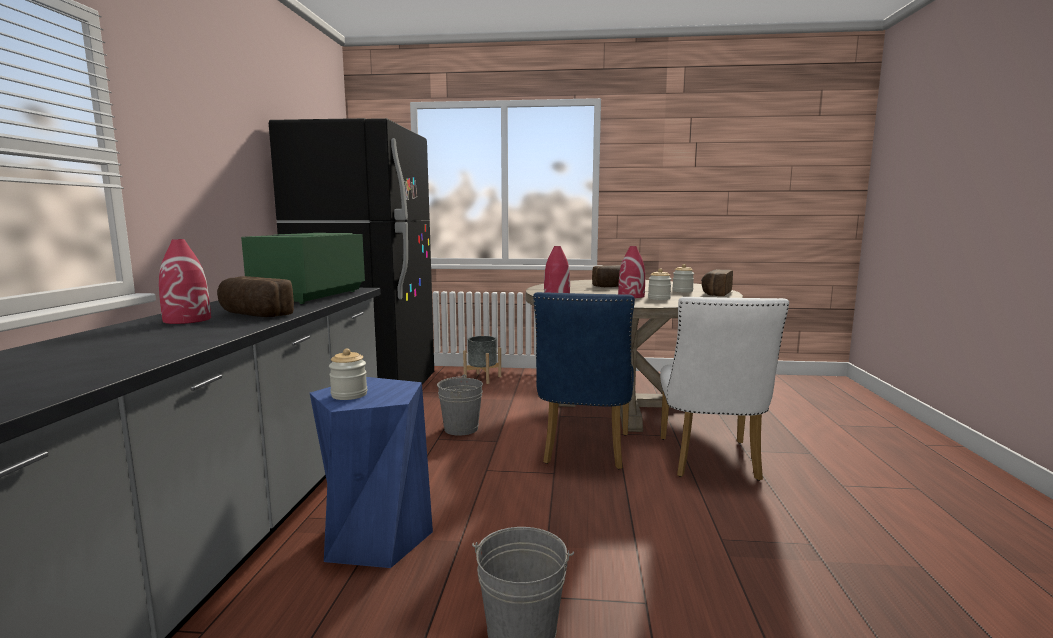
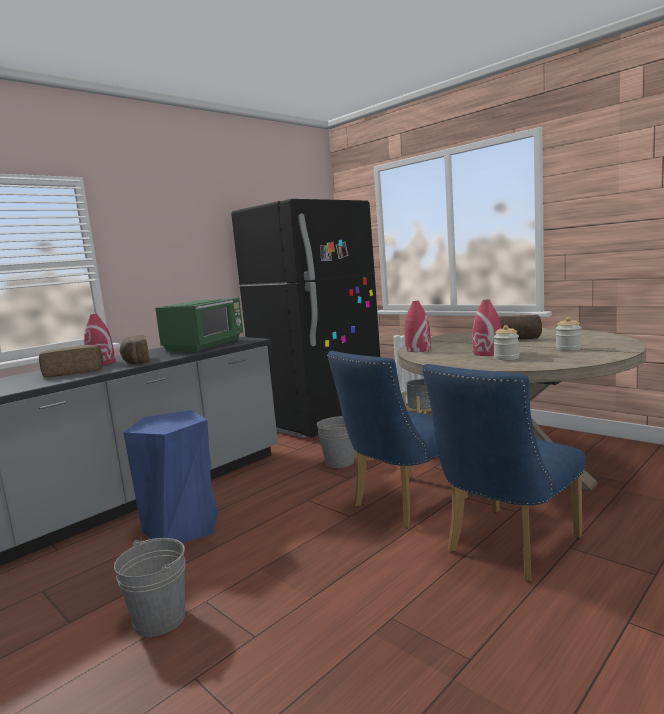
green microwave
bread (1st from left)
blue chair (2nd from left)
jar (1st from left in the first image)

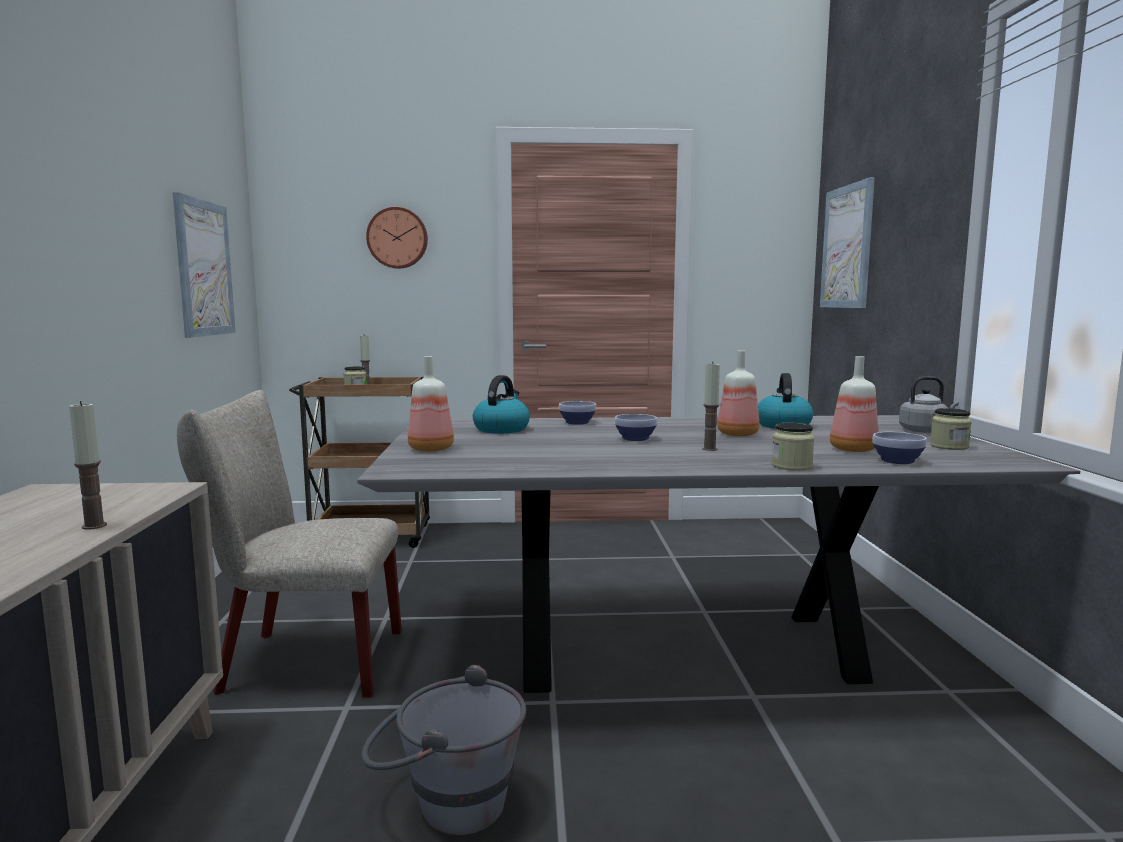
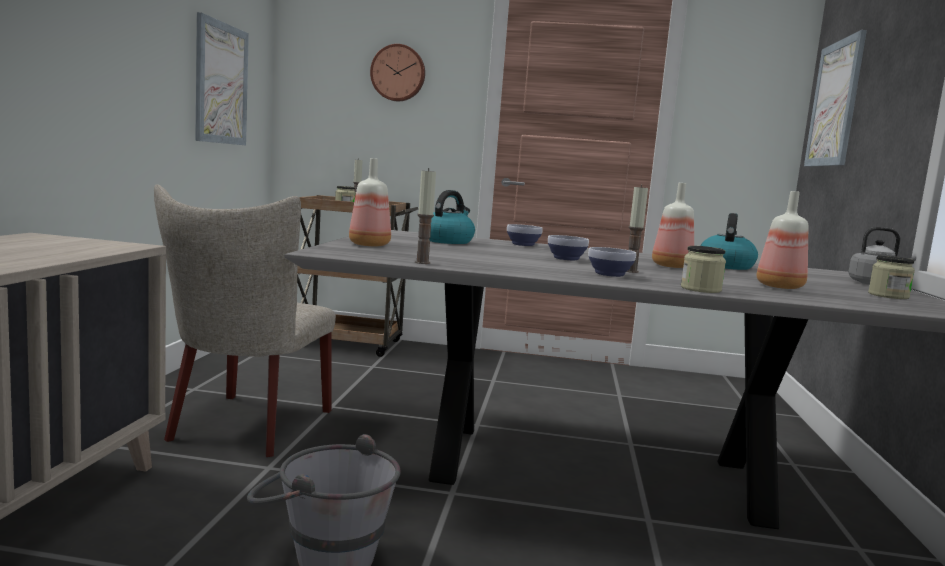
beige chair
candle (2nd from left)
bowl (3rd from left)

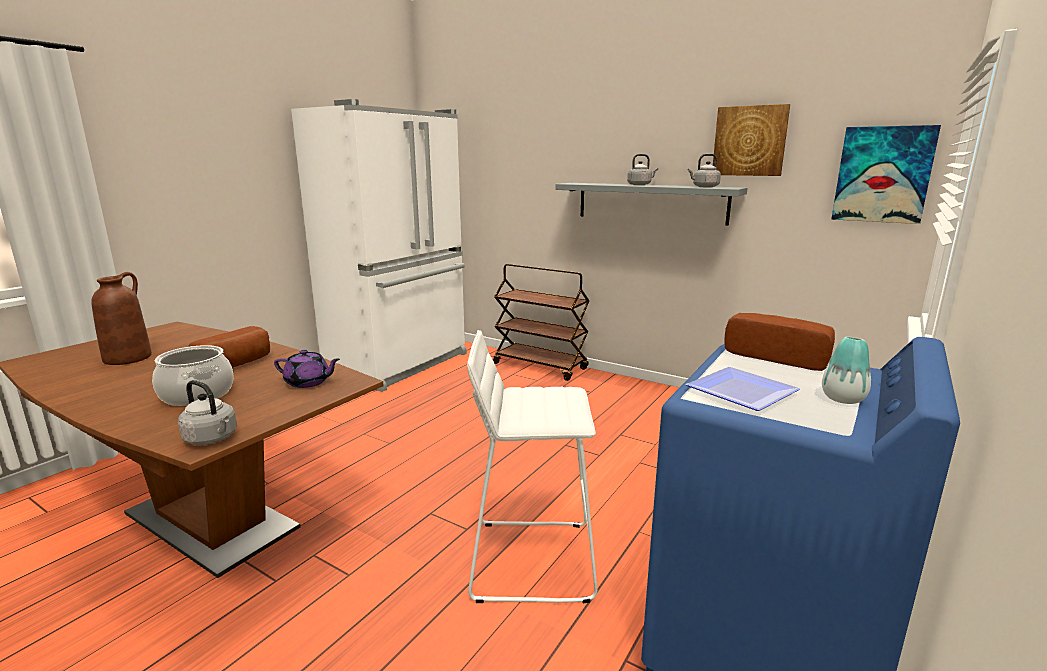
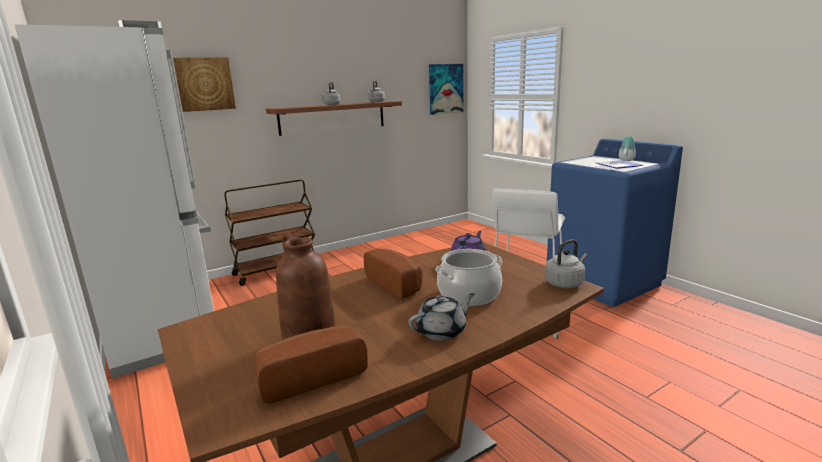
picture (1st from left)
brown shelf
bread (1st from left)
grey teapot

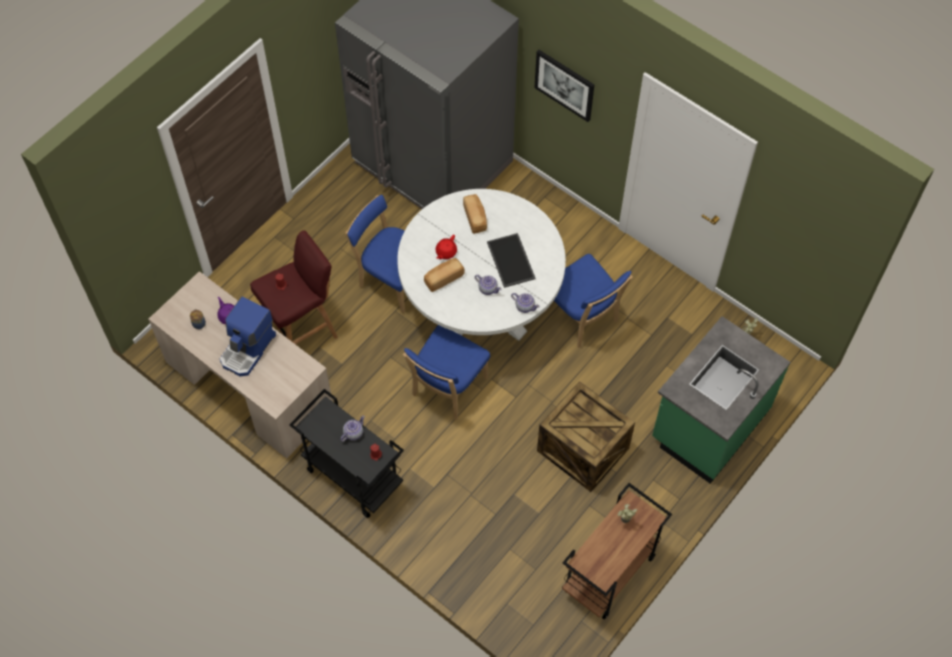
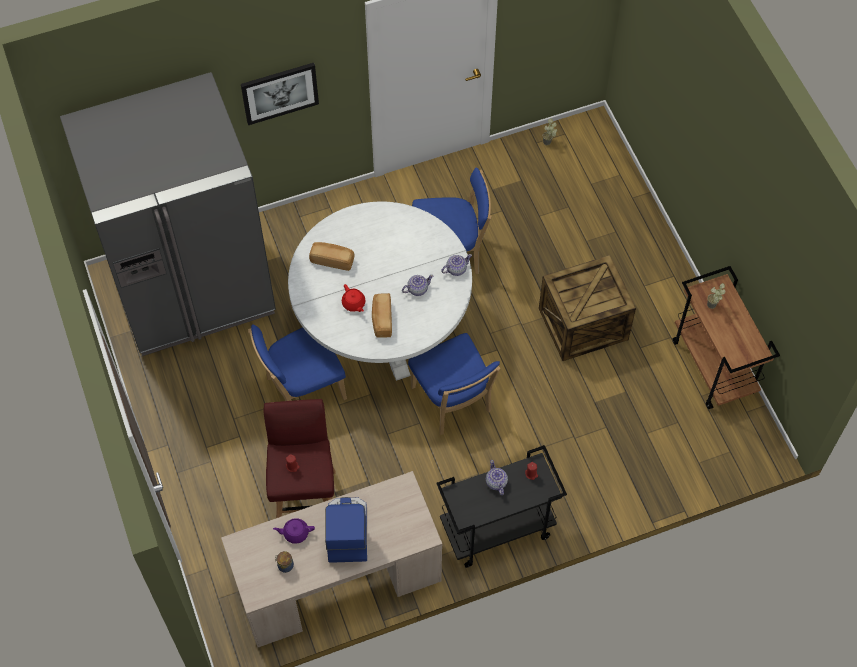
tray
coffee machine
green counter

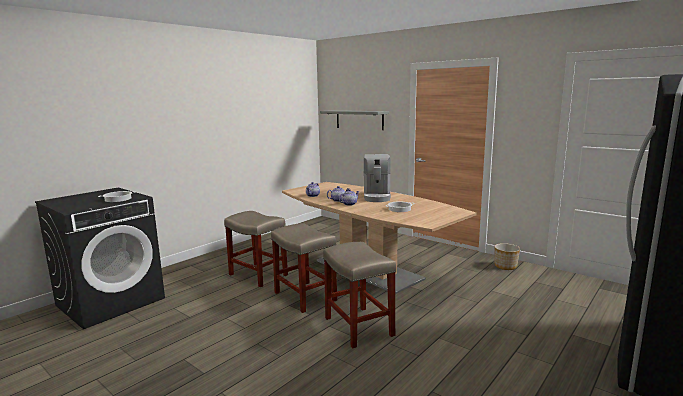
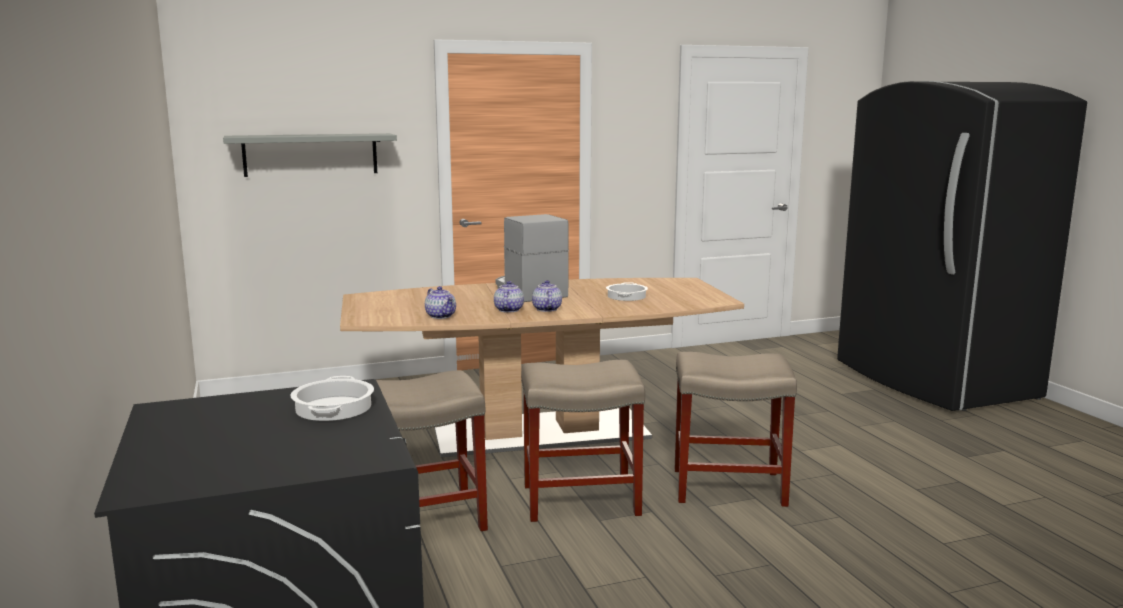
coffee machine
planter

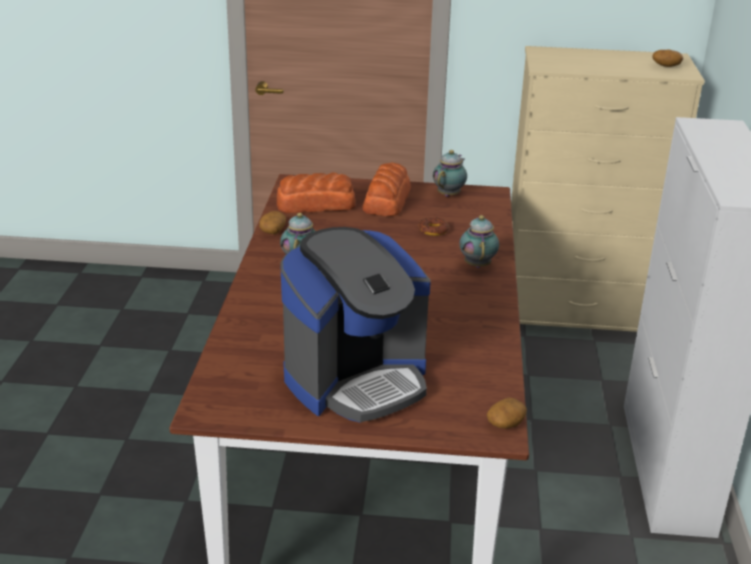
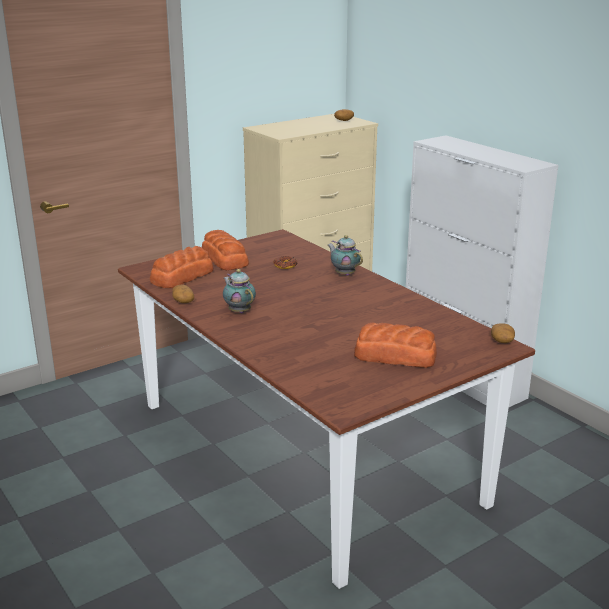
teapot (2nd from left in the first image)
bread (3rd from left)

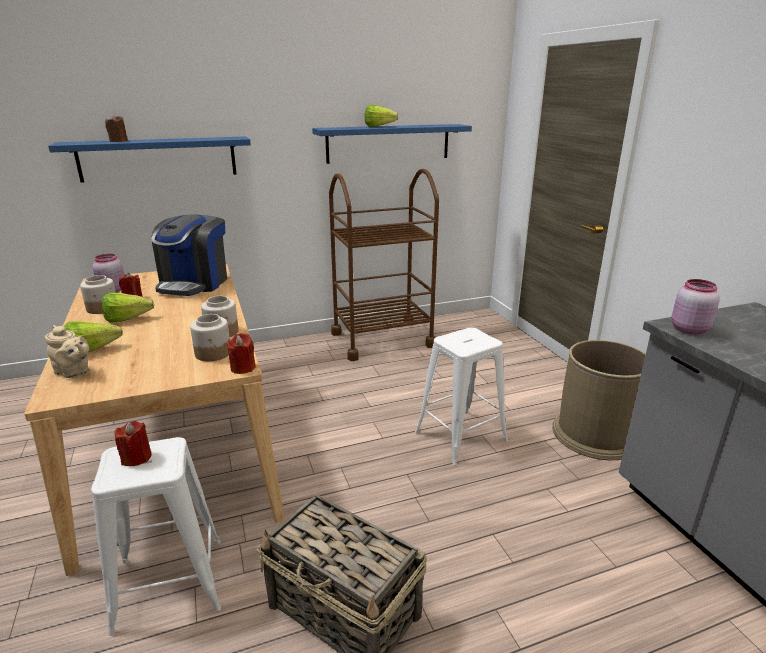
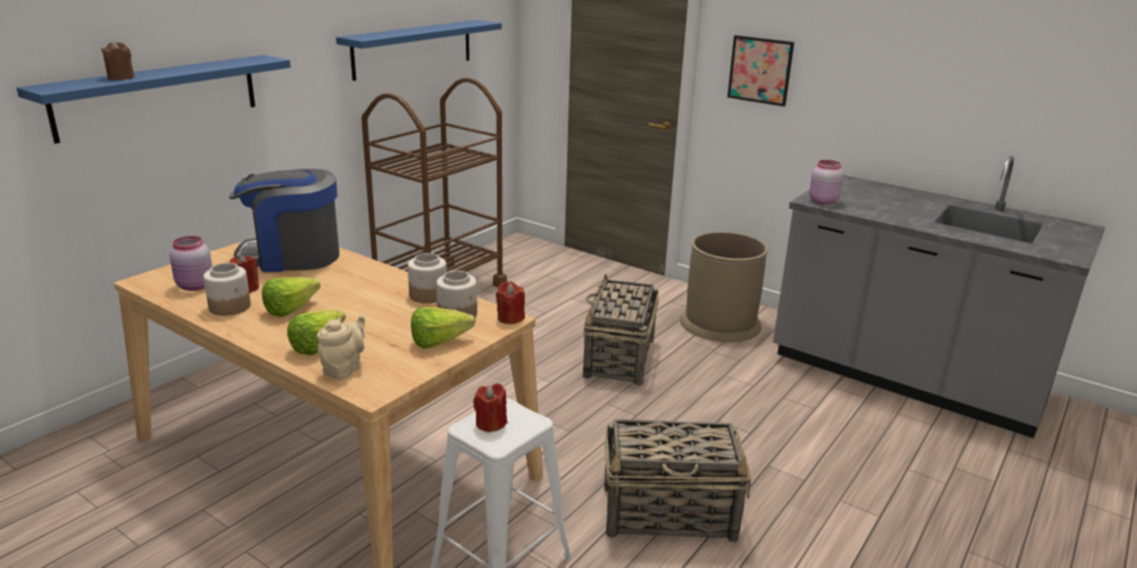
lettuce (3rd from left)
coffee machine
beige teapot
basket (1st from left)
picture

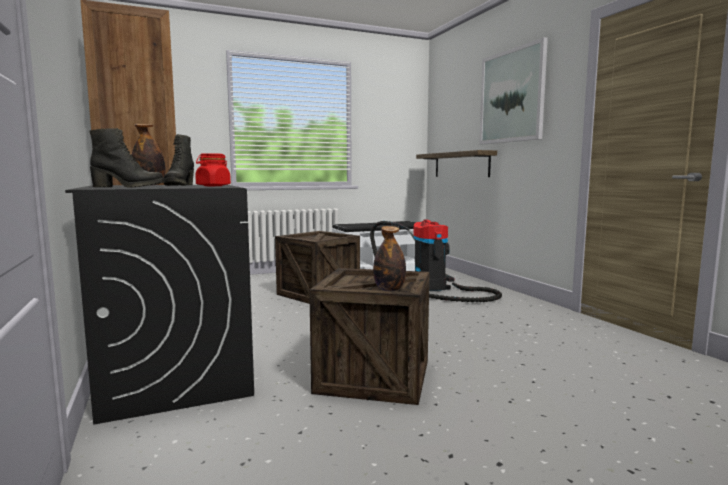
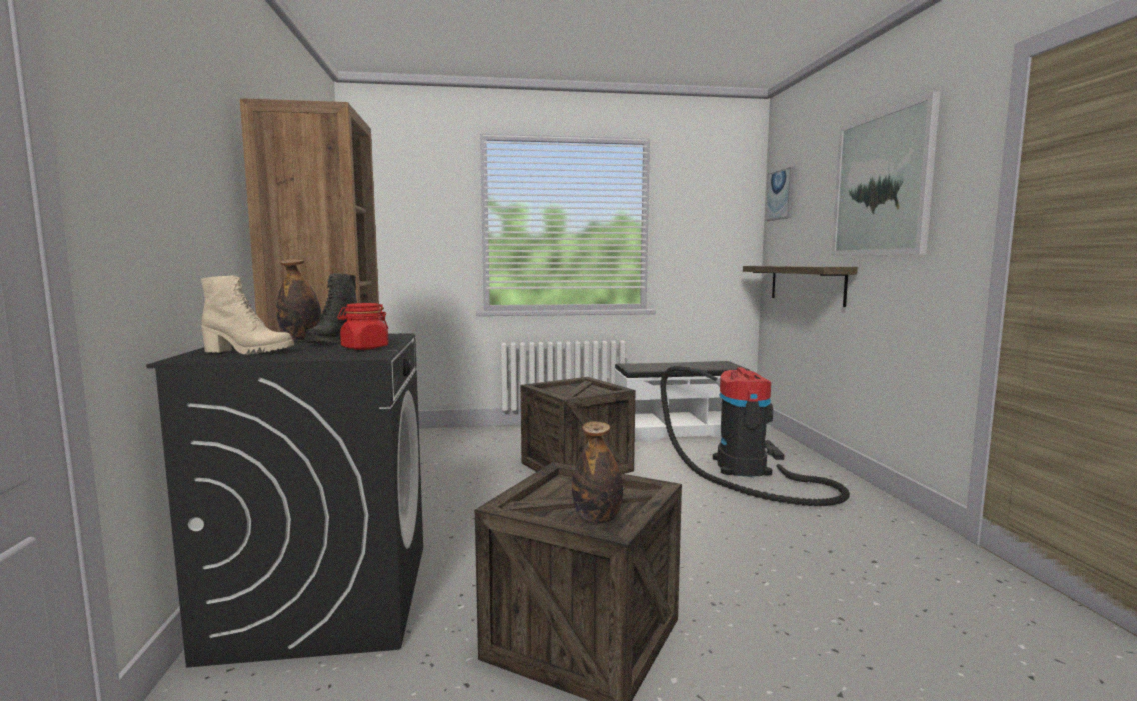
beige boot
picture (1st from left)

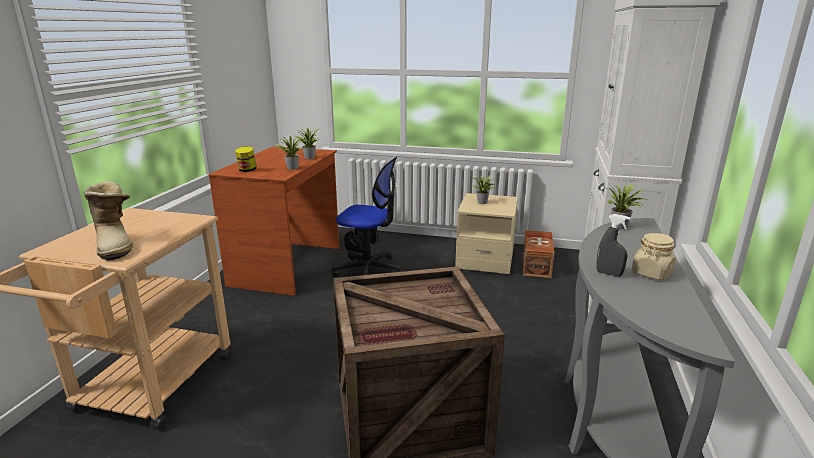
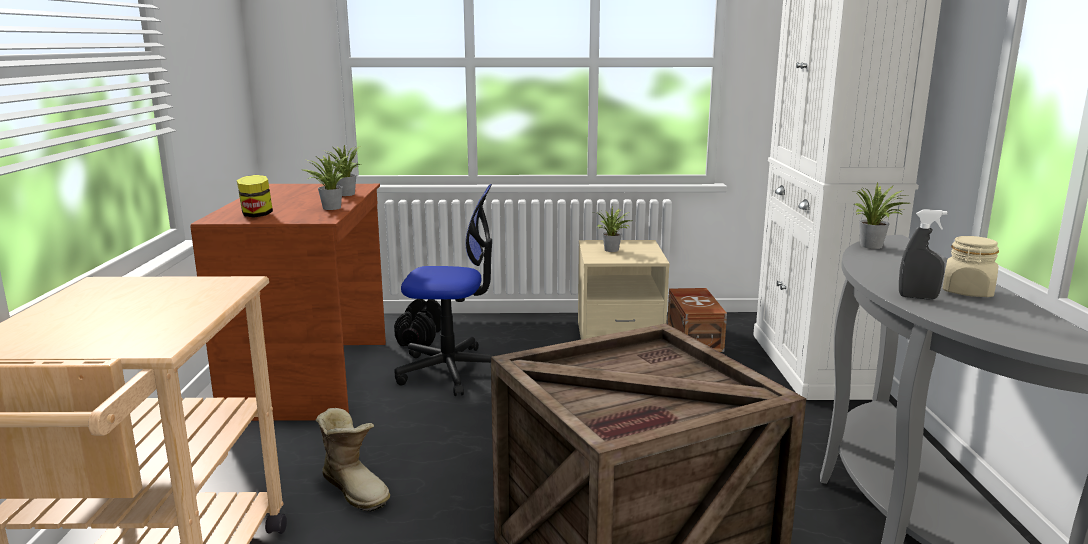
boot

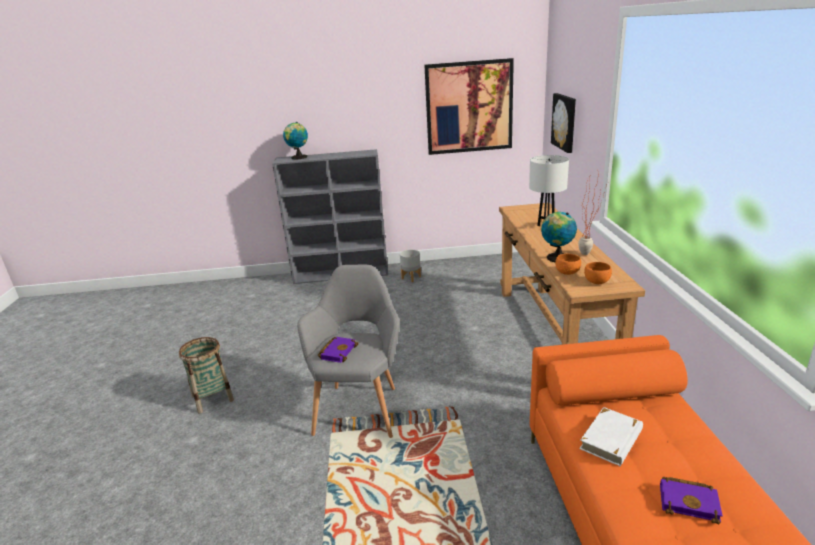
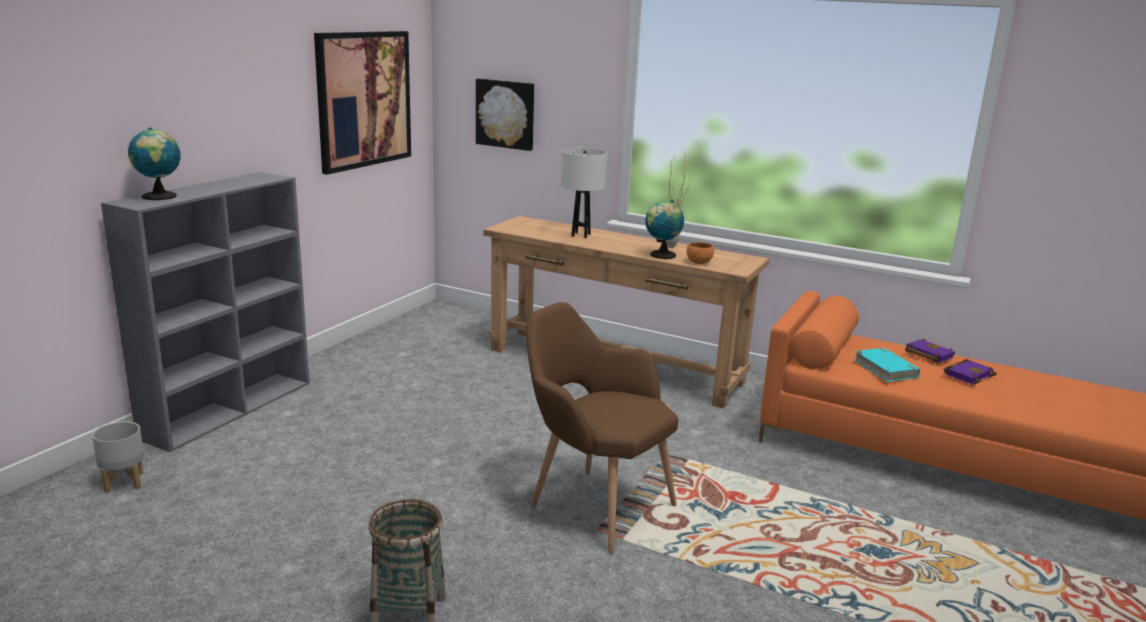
grey planter
orange bowl (2nd from left in the first image)
brown armchair
purple book (1st from left)
turquoise book

